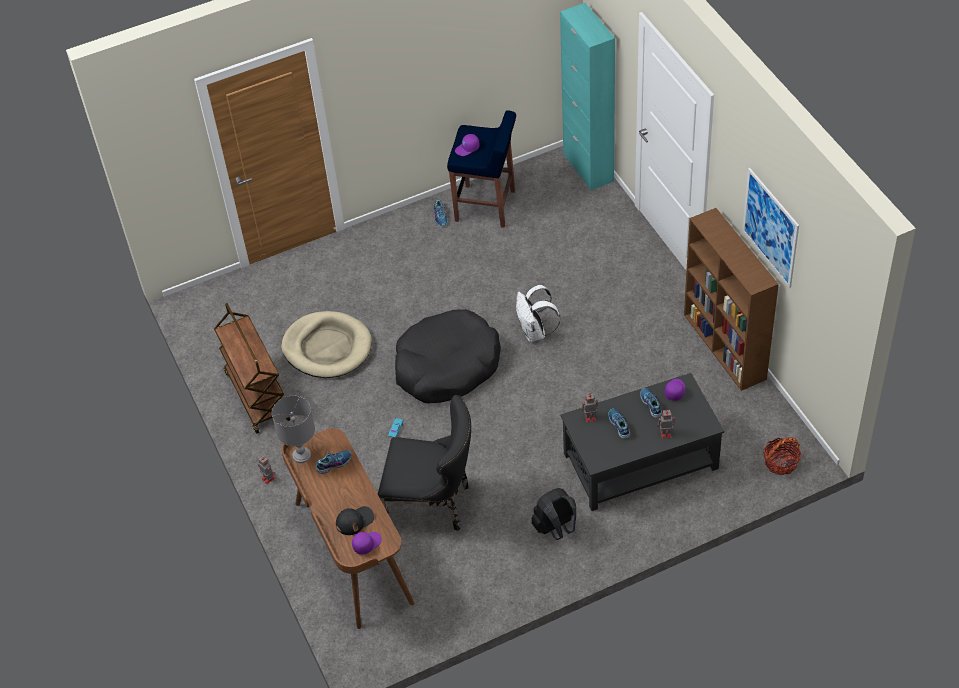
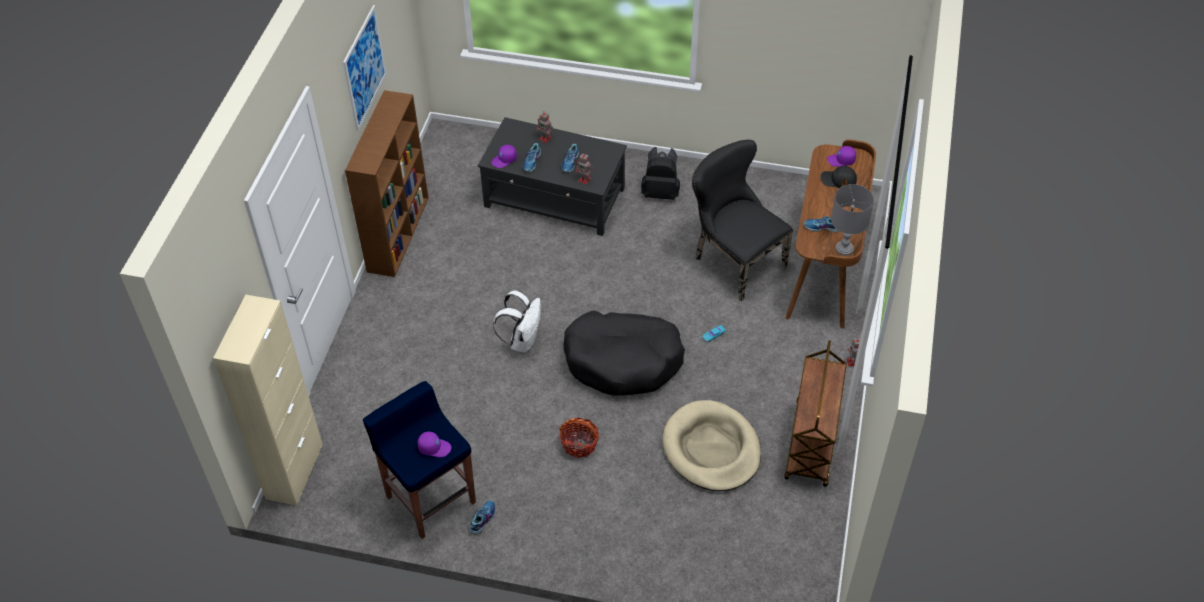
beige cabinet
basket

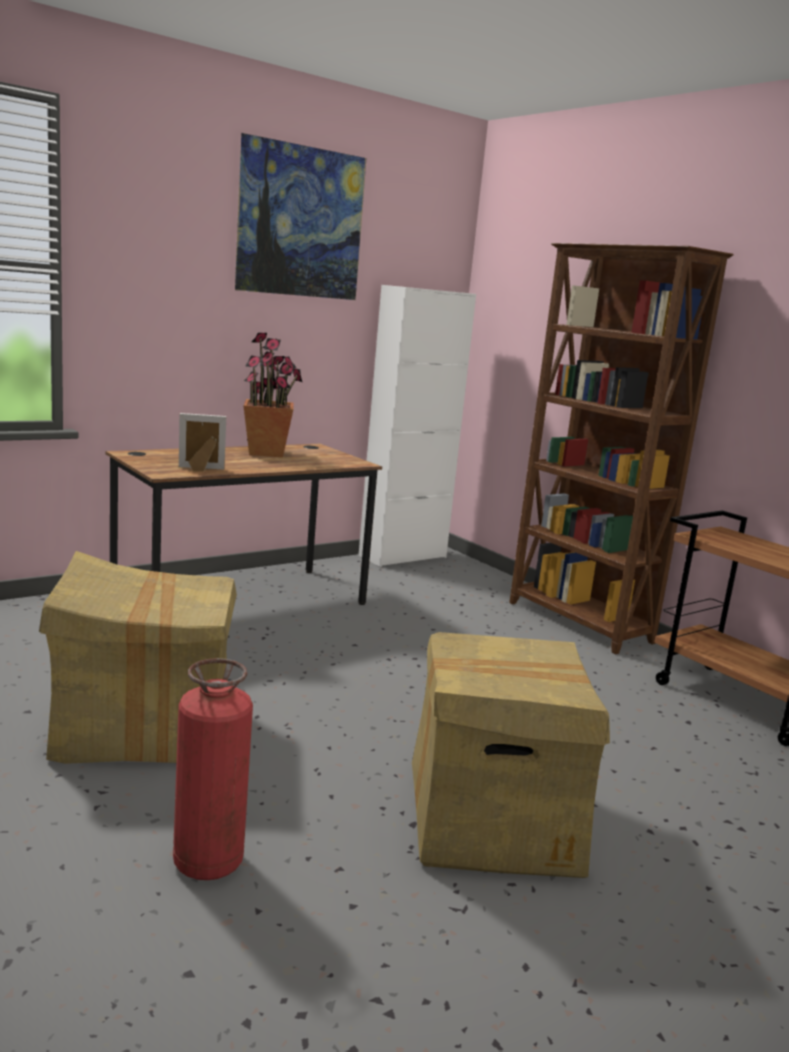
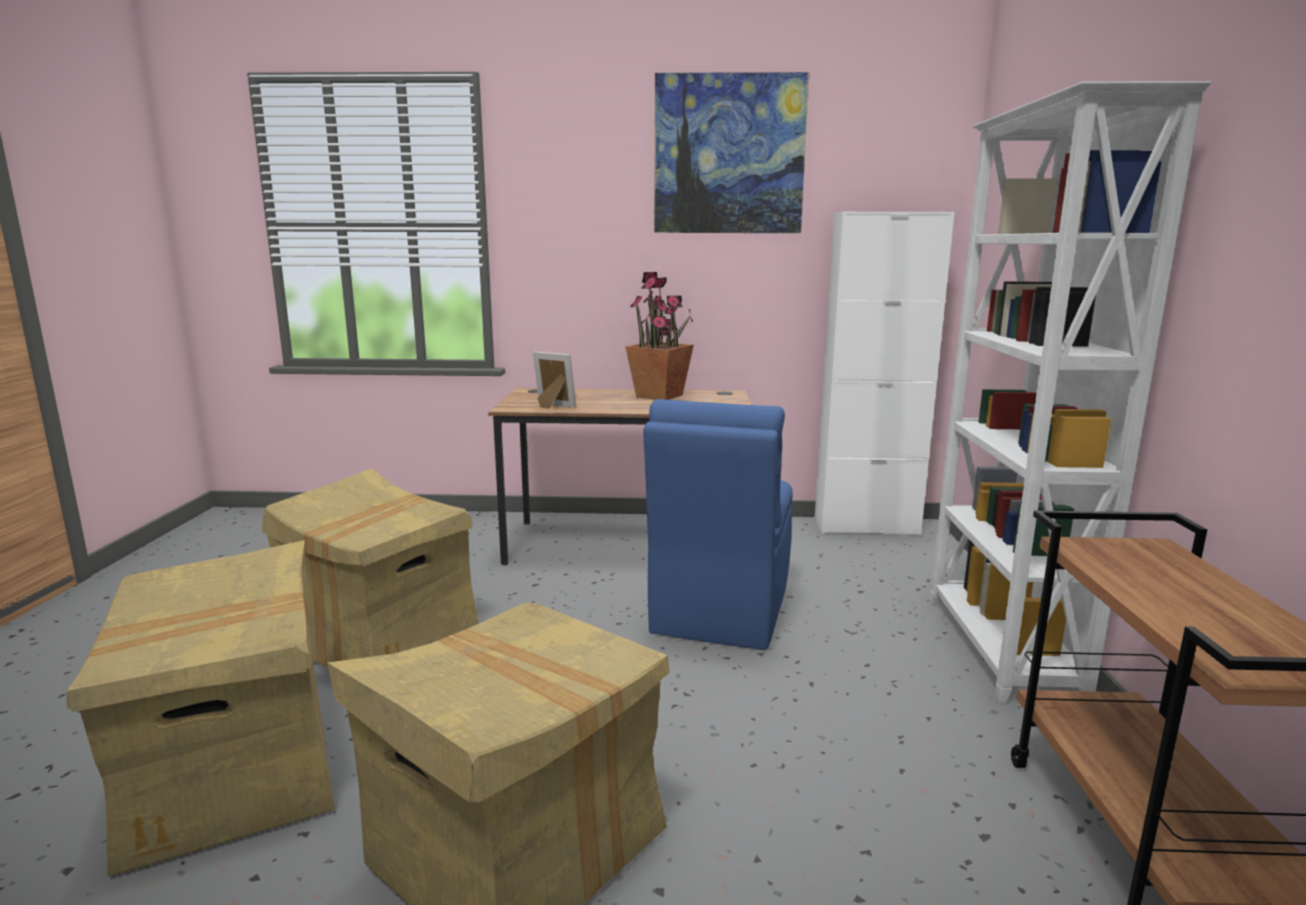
white bookcase
cardboard box (1st from left)
blue chair

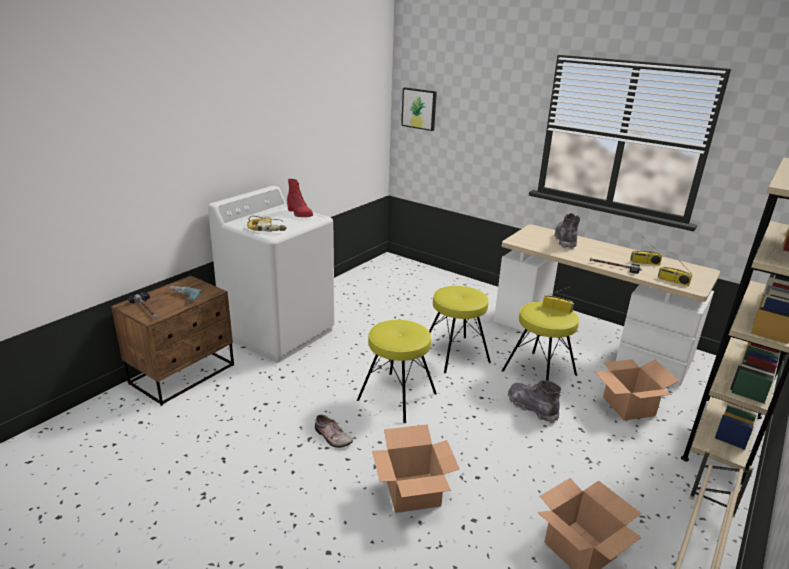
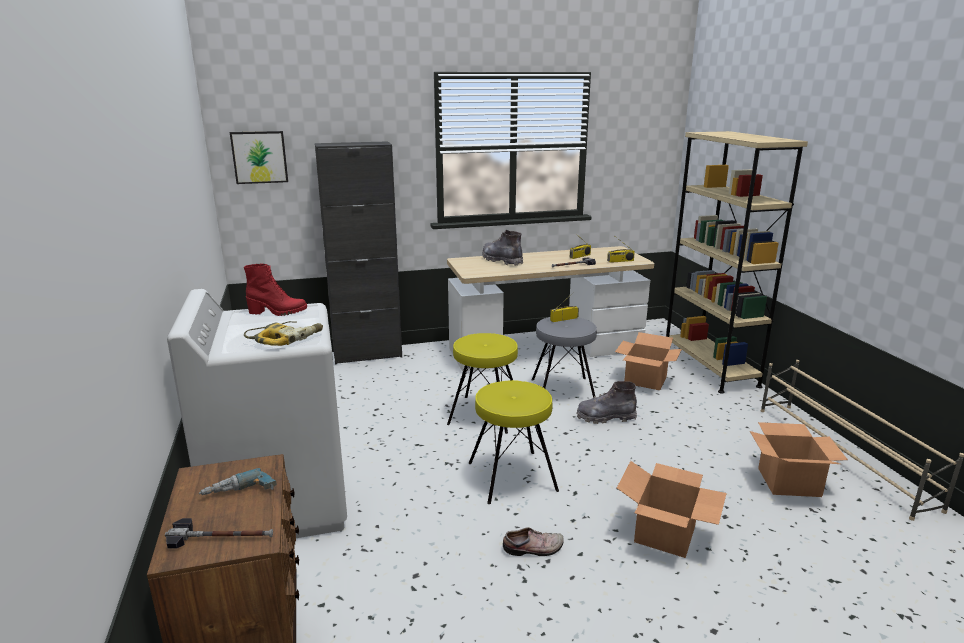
grey stool
black cabinet

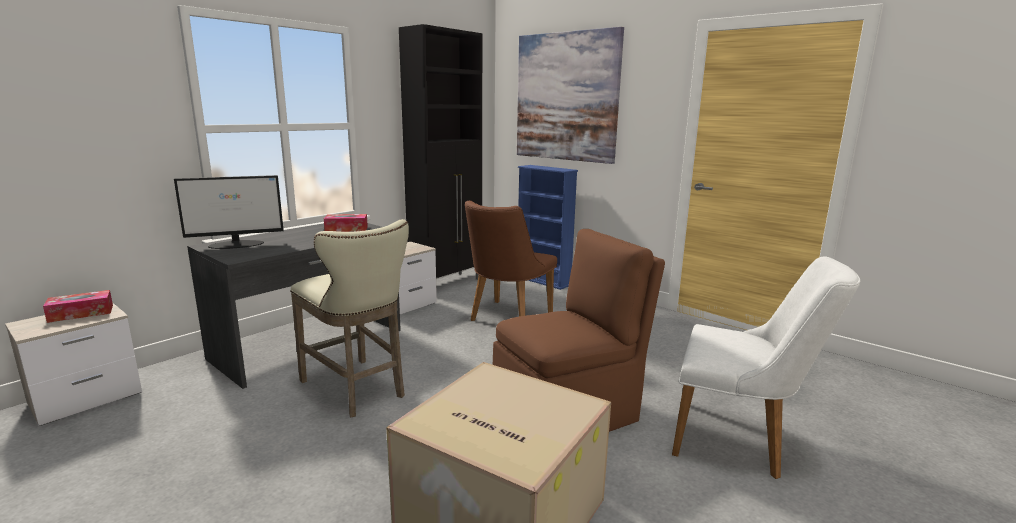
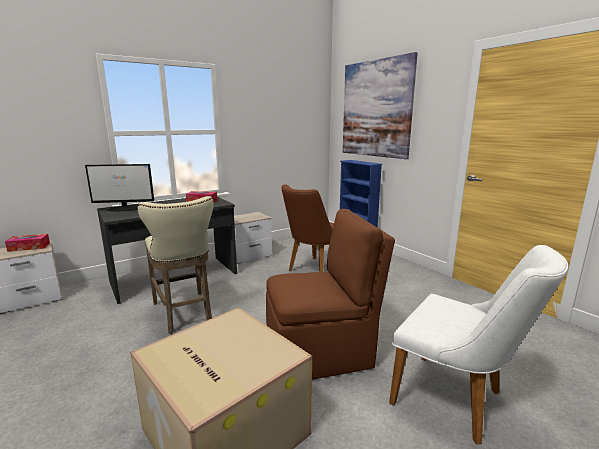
black cabinet

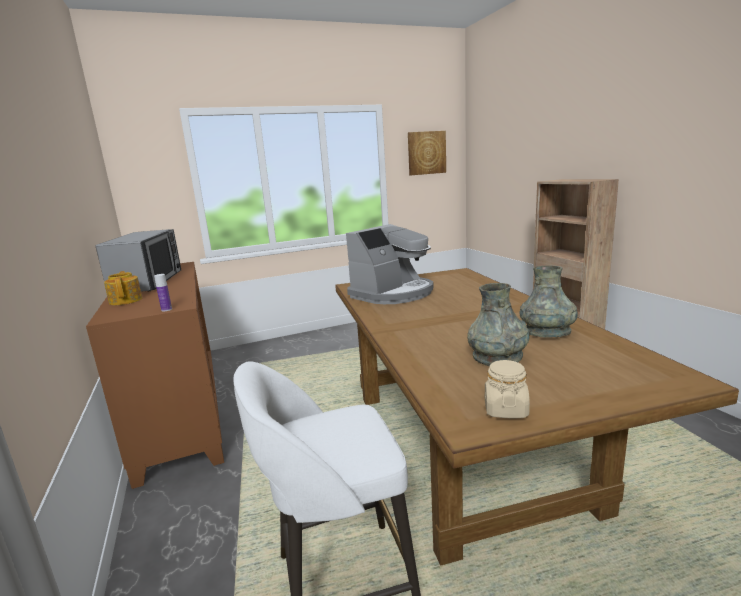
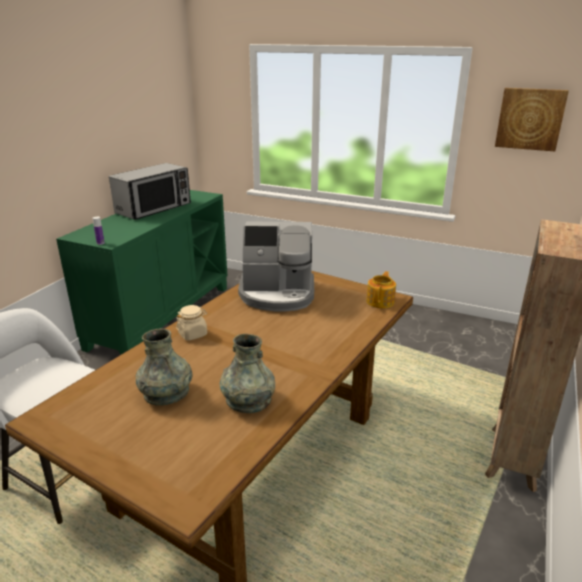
green cabinet
teapot
beige jar

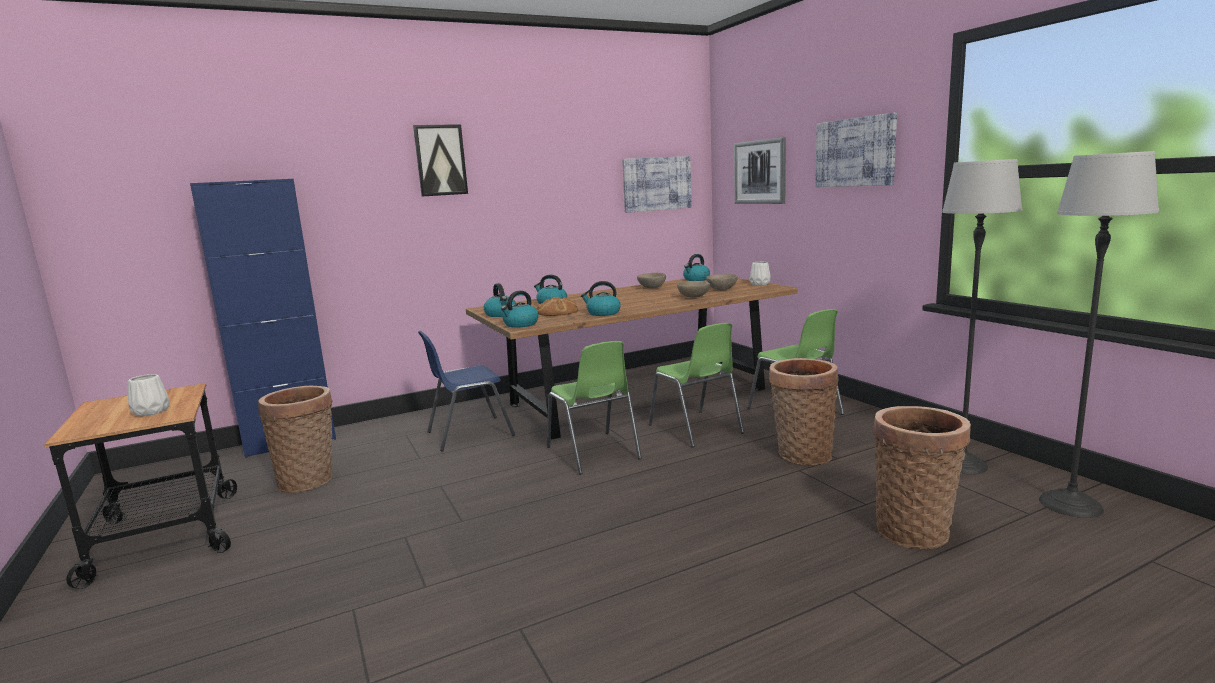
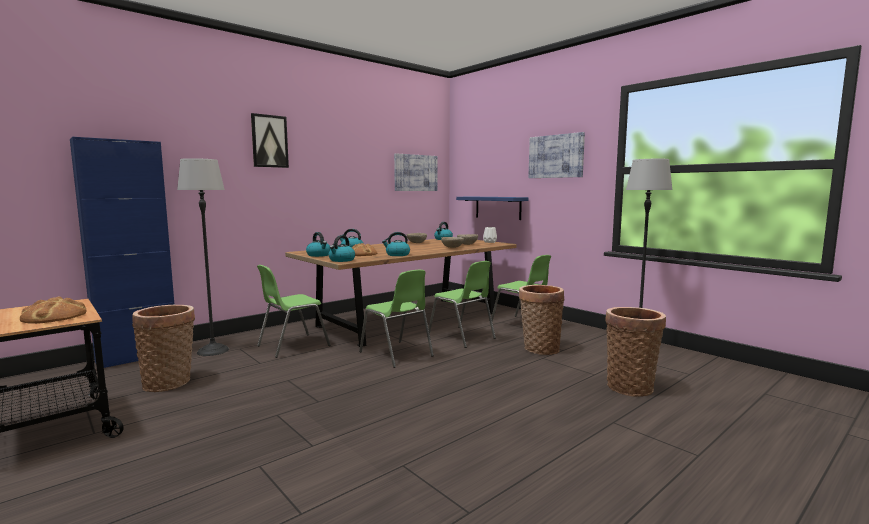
picture (3rd from left in the first image)
floor lamp (1st from left)
green chair (1st from left)
bread (1st from left)
blue shelf

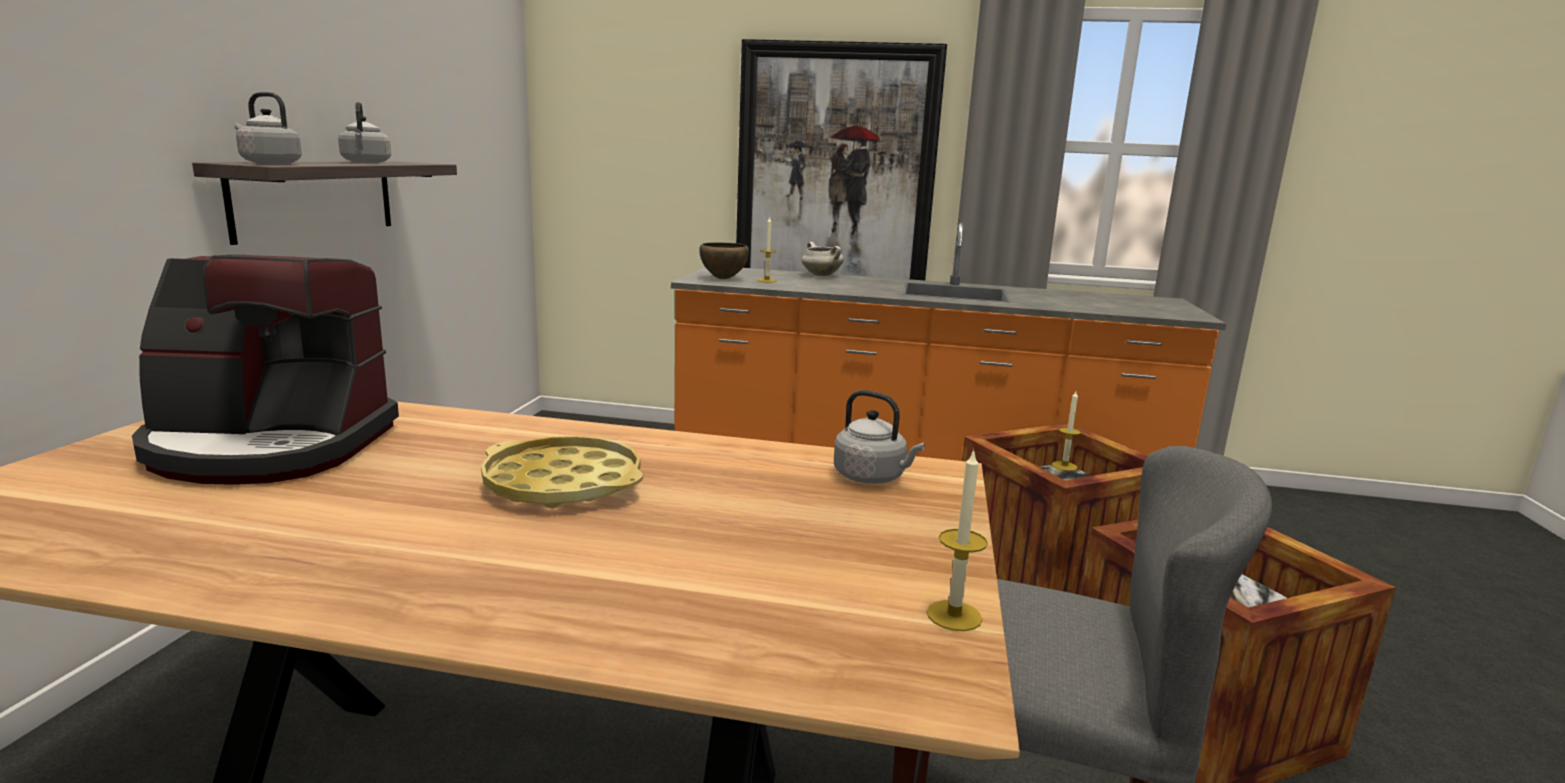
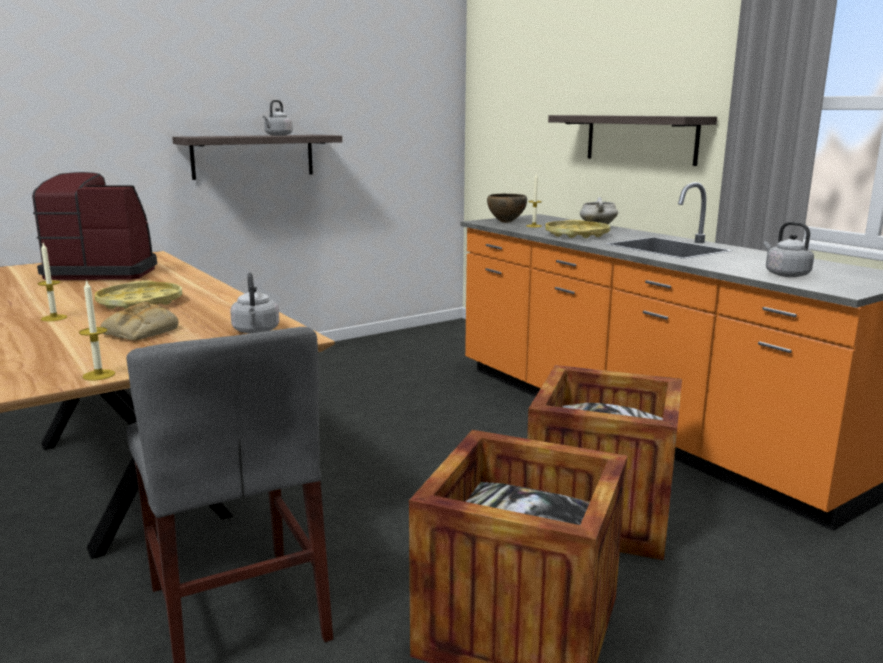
shelf (2nd from left)
grey kettle (3rd from left)
coffee machine
candle (1st from left)
yellow tray (2nd from left)
bread

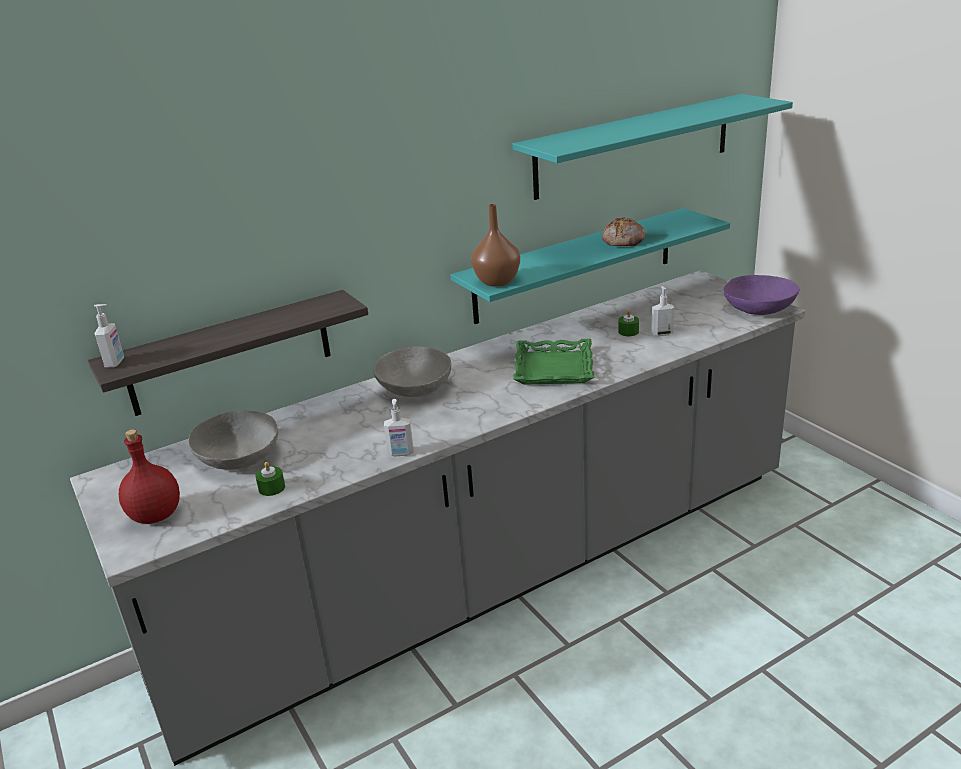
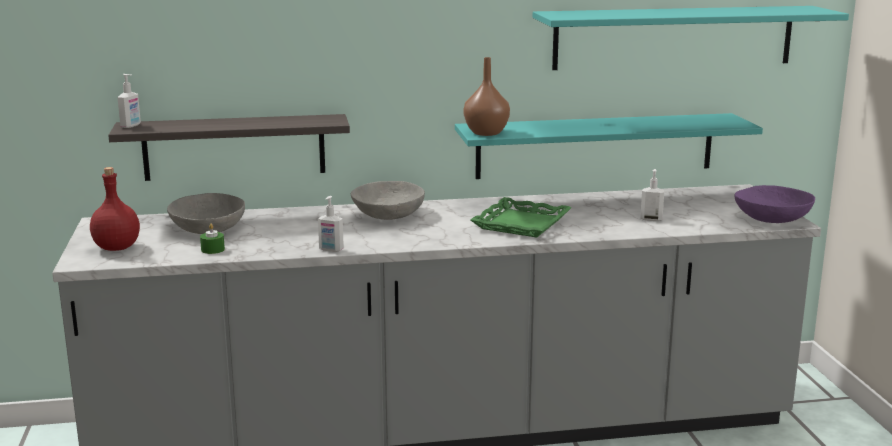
bread
green candle (2nd from left in the first image)

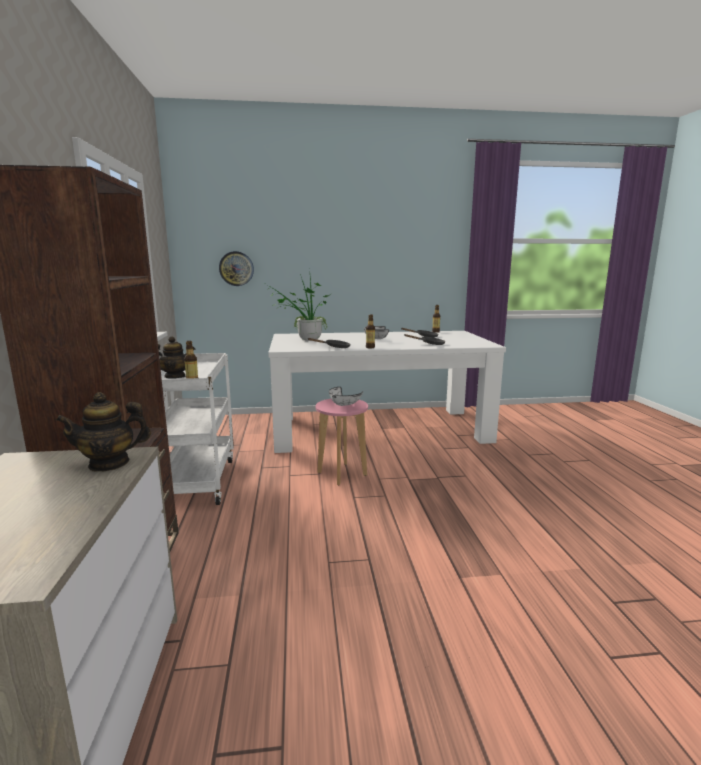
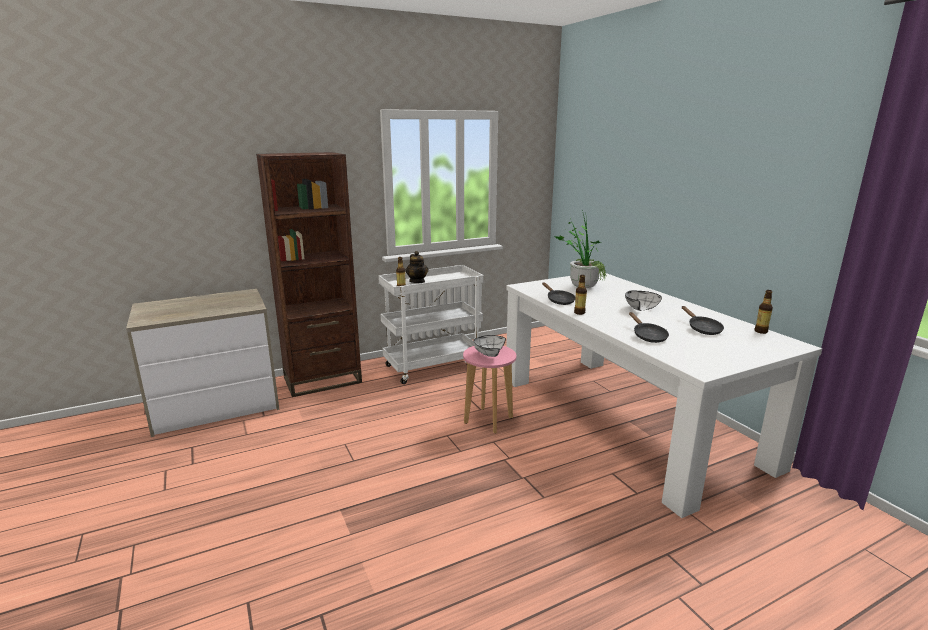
wall clock
teapot (1st from left in the first image)

